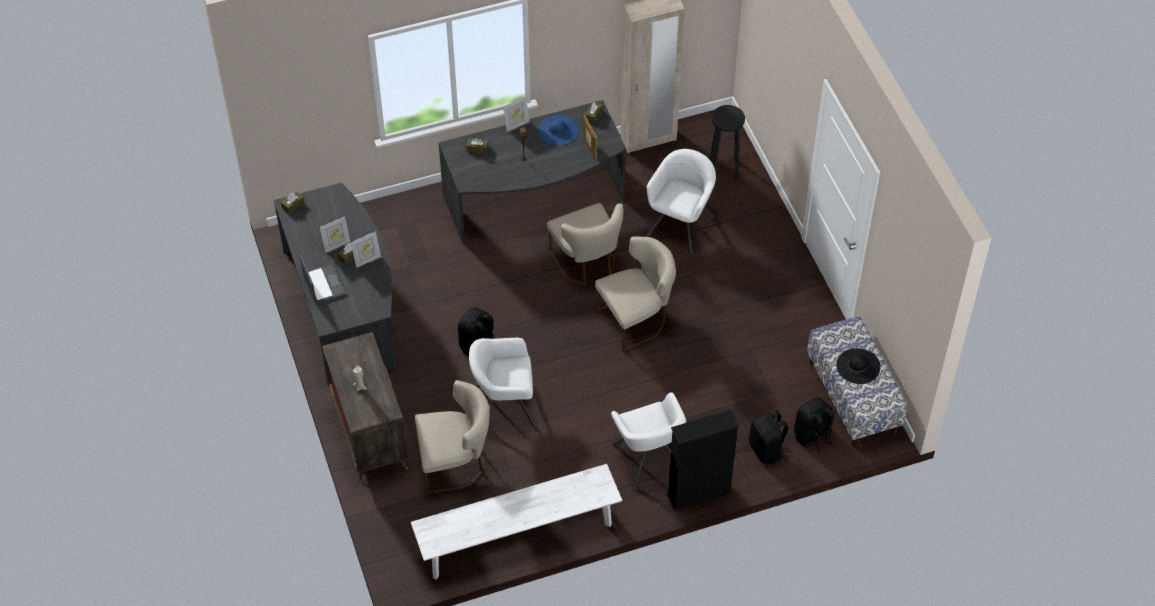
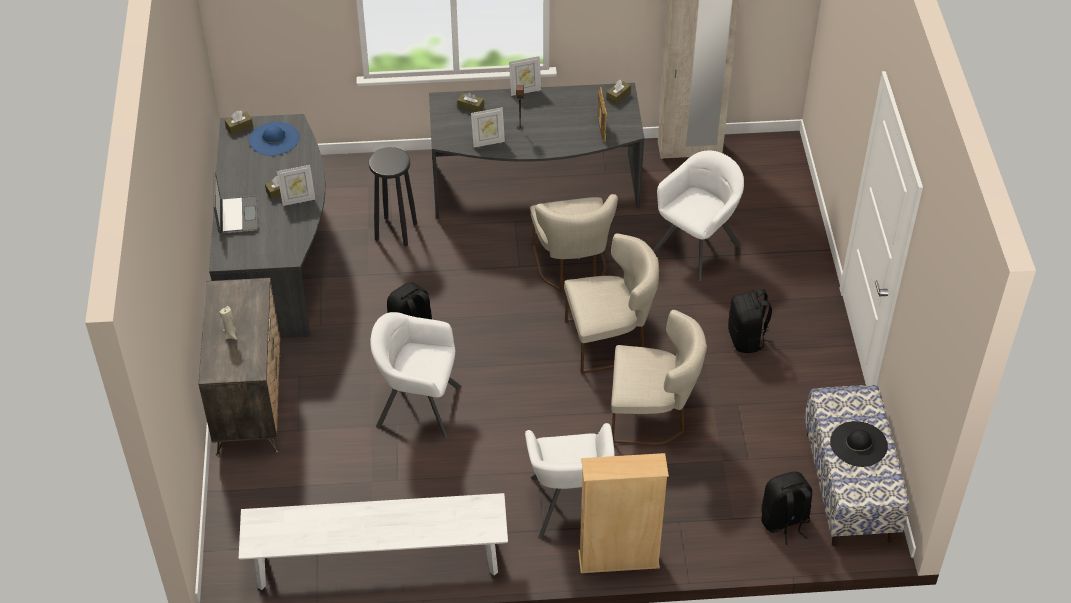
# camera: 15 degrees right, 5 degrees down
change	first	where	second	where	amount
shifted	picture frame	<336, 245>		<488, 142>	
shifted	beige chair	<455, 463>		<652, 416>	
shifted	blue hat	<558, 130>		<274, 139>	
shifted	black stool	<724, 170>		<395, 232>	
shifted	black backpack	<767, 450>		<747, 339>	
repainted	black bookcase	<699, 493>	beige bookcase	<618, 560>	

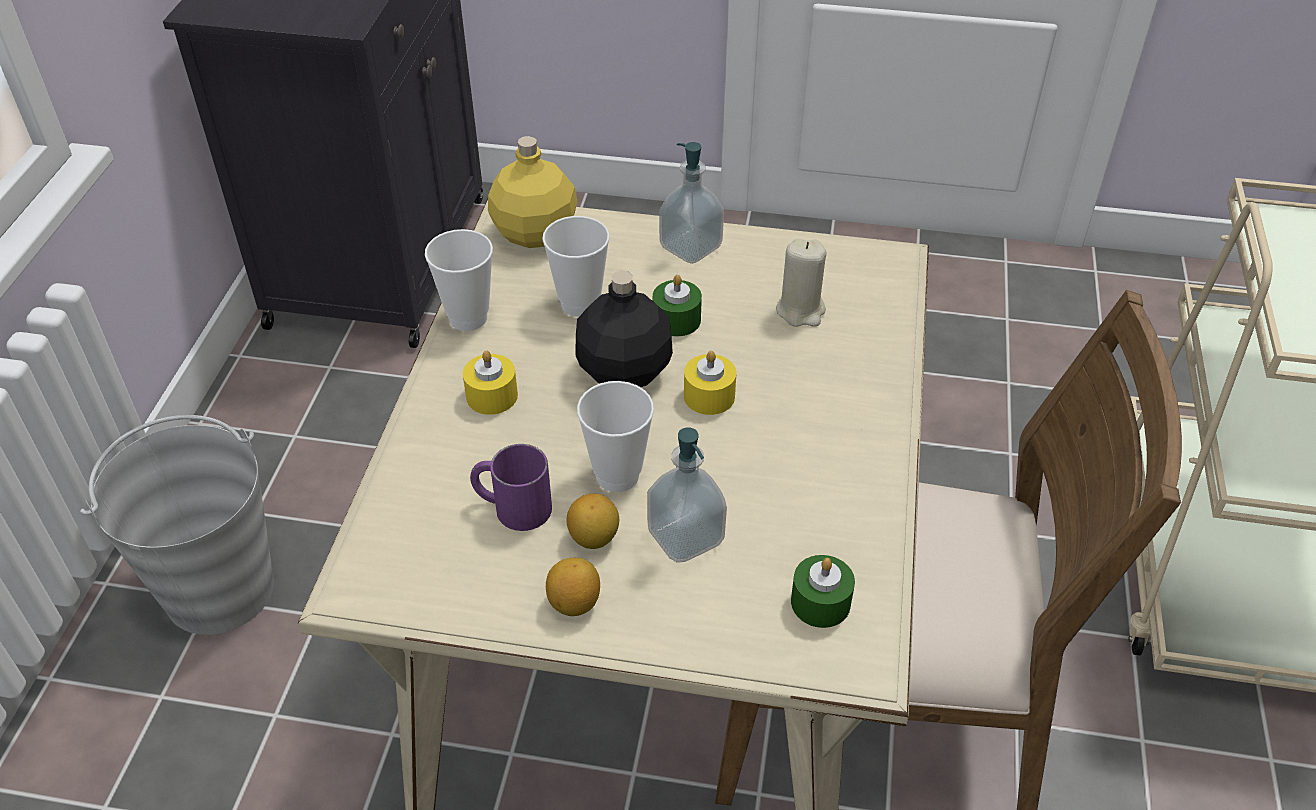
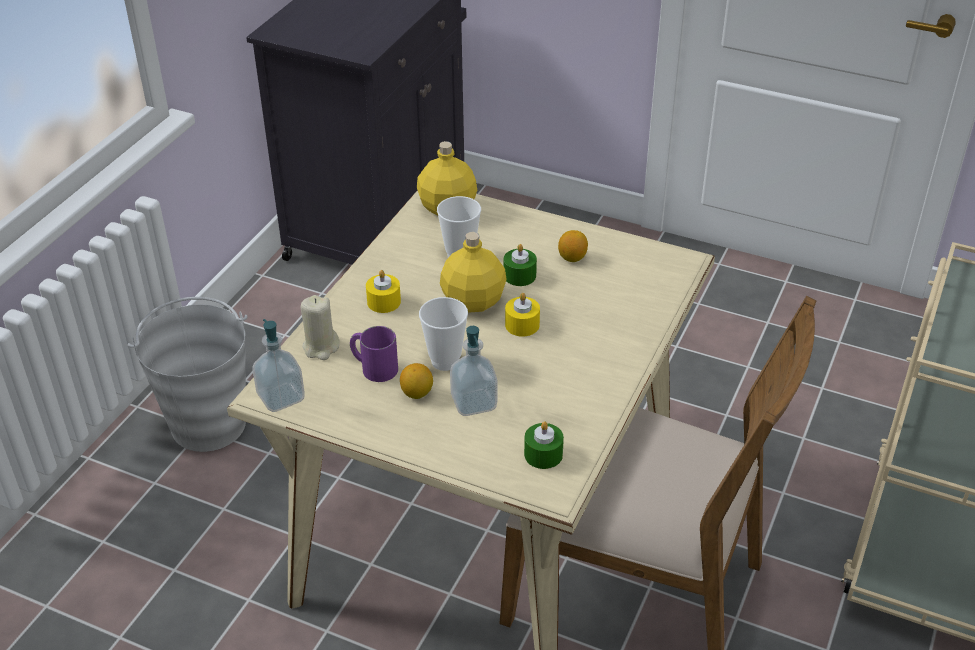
# camera: 15 degrees right, 5 degrees down
change	first	where	second	where	amount
gone	cup	<468, 318>			
shifted	lemon	<574, 603>		<572, 258>	
shifted	soap dispenser	<690, 247>		<281, 397>	
shifted	beige candle	<800, 310>		<321, 347>	
repainted	black bottle	<623, 370>	yellow bottle	<472, 300>	

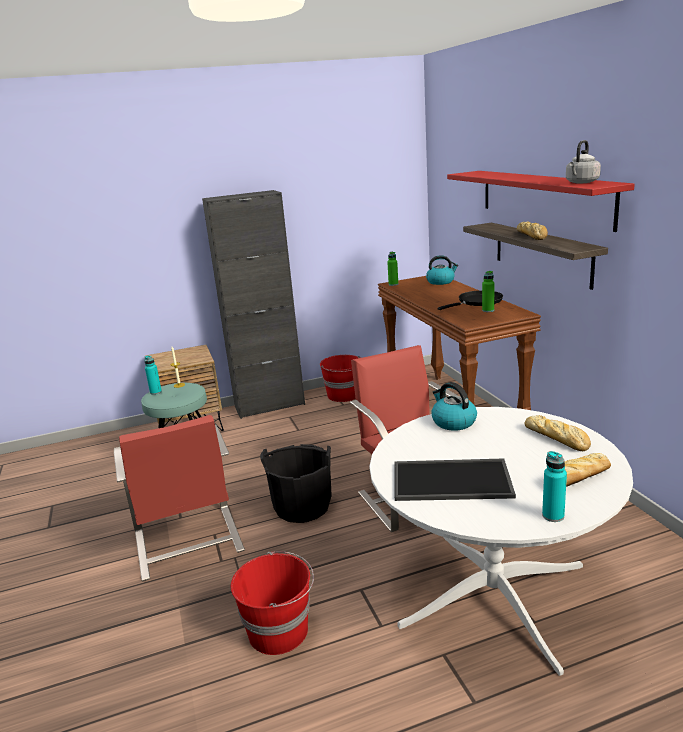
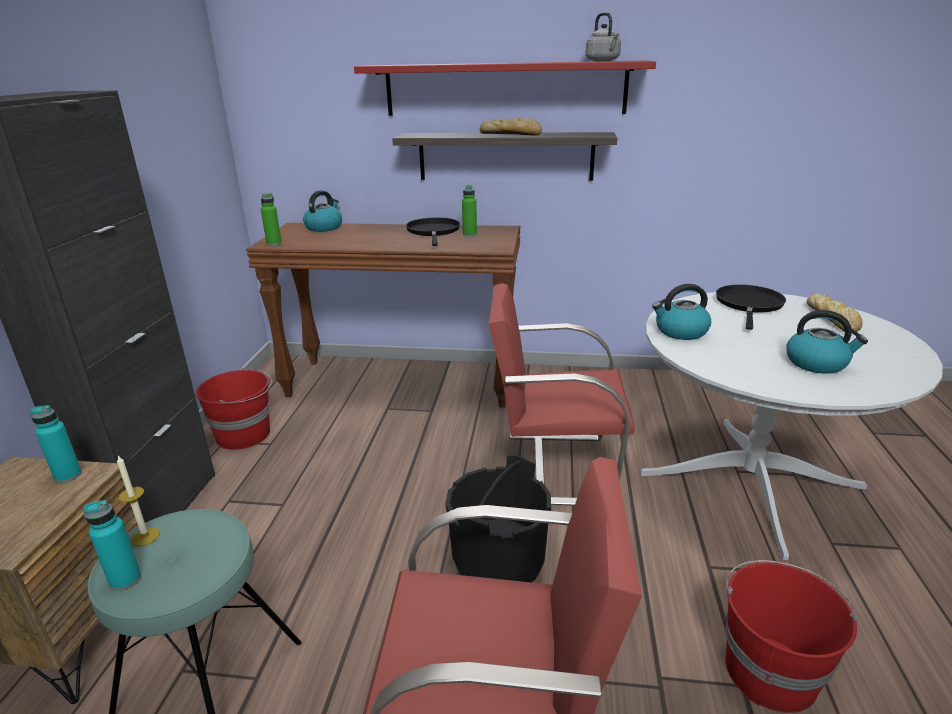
# camera: 65 degrees left, 5 degrees up
change	first	where	second	where	amount
shifted	turquoise bottle	<553, 516>		<68, 475>	
swapped	tray	<452, 479>	kettle	<817, 363>	
swapped	bread	<557, 438>	black frying pan	<749, 305>	

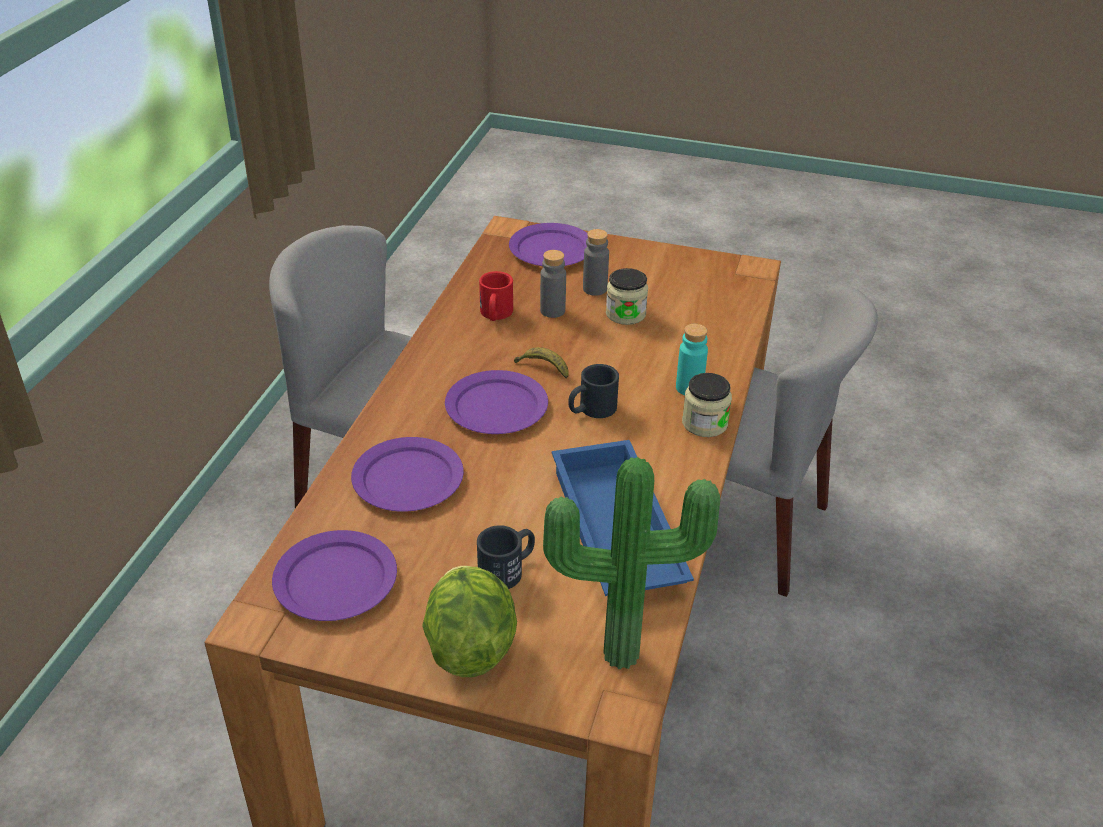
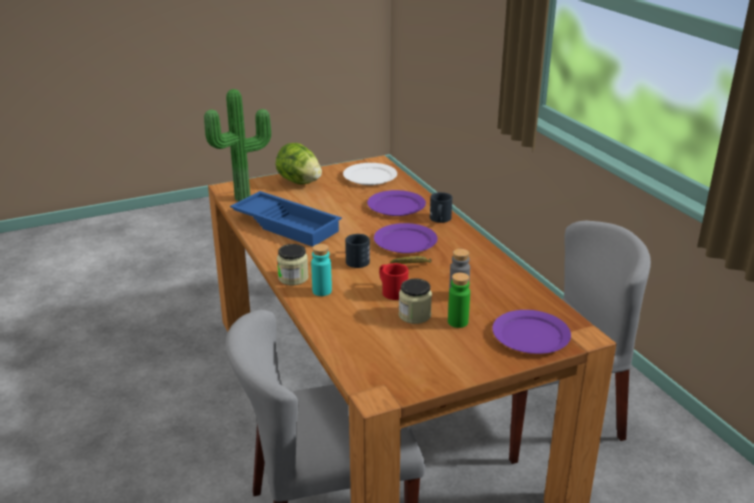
# camera: 140 degrees right, 10 degrees down
change	first	where	second	where	amount
shifted	black mug	<508, 569>		<440, 220>	
shifted	red mug	<495, 315>		<391, 290>	
repainted	purple plate	<335, 579>	white plate	<370, 177>	
repainted	grey bottle	<595, 289>	green bottle	<458, 322>	

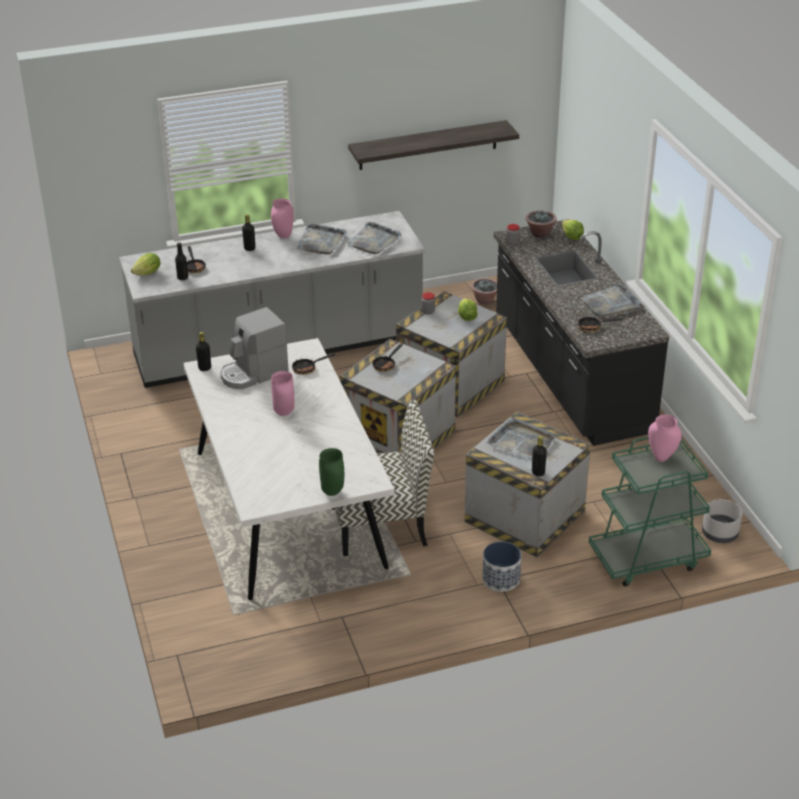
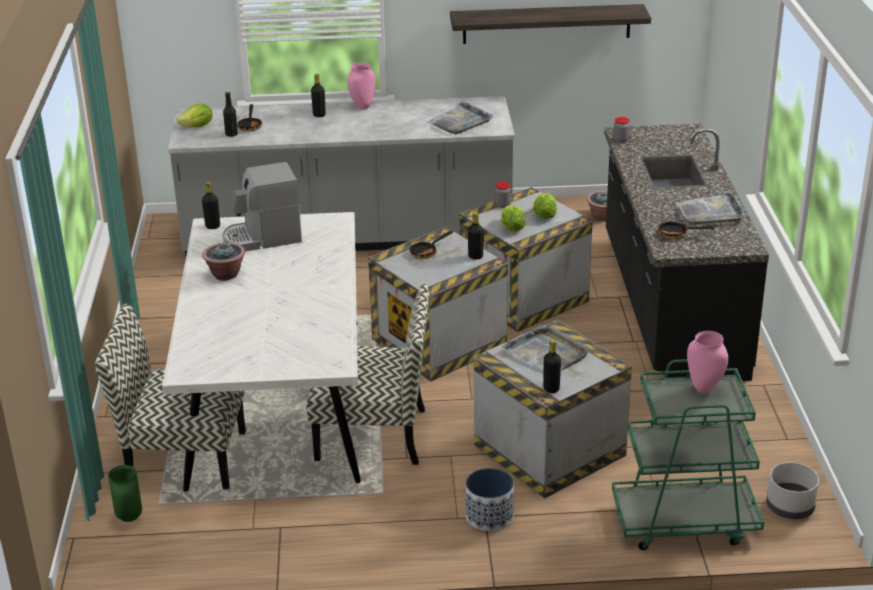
# camera: 15 degrees right, 5 degrees down
change	first	where	second	where	amount
gone	pink vase	<284, 413>			
gone	frying pan	<308, 368>			
gone	grey tray	<321, 241>			
new			chair	<183, 459>	
new			black bottle	<475, 256>	
shifted	green vase	<333, 492>		<130, 518>	
shifted	potted plant	<540, 234>		<225, 275>	
shifted	lettuce	<572, 237>		<511, 228>	

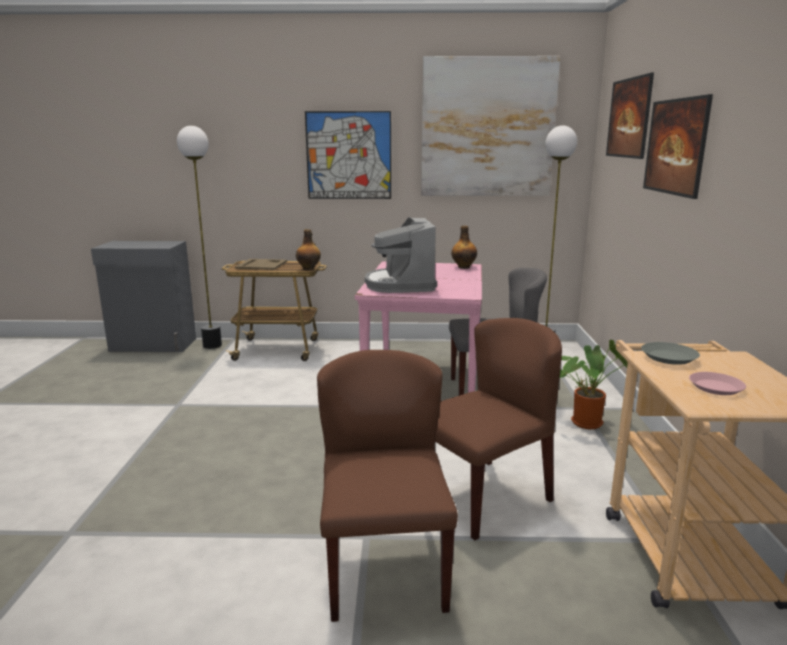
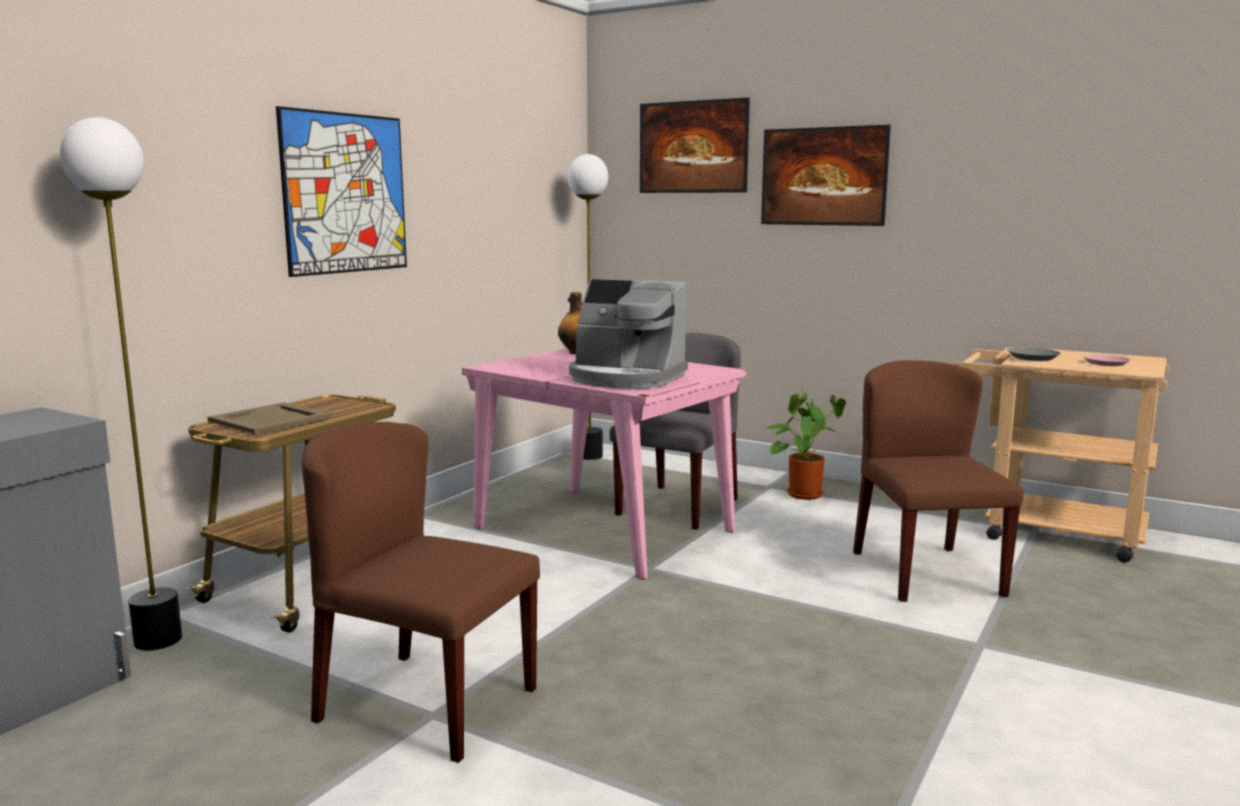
# camera: 60 degrees left, 5 degrees down
change	first	where	second	where	amount
gone	bottle	<309, 268>			
gone	picture	<487, 128>			
shifted	brown chair	<383, 567>		<425, 704>	

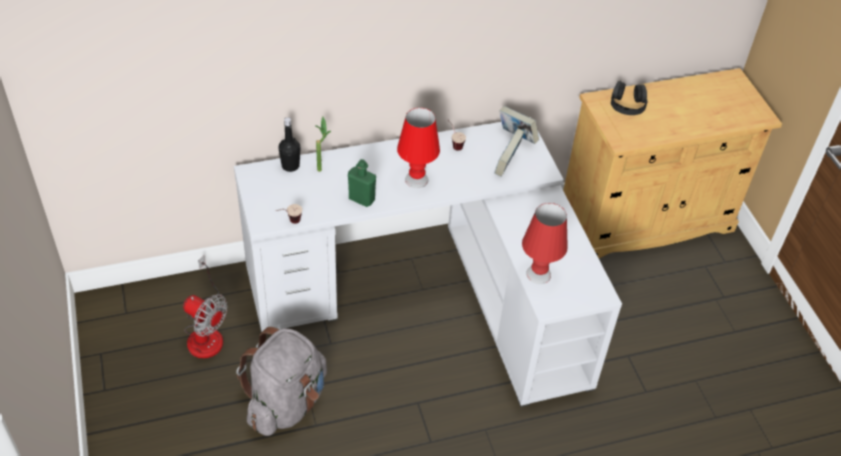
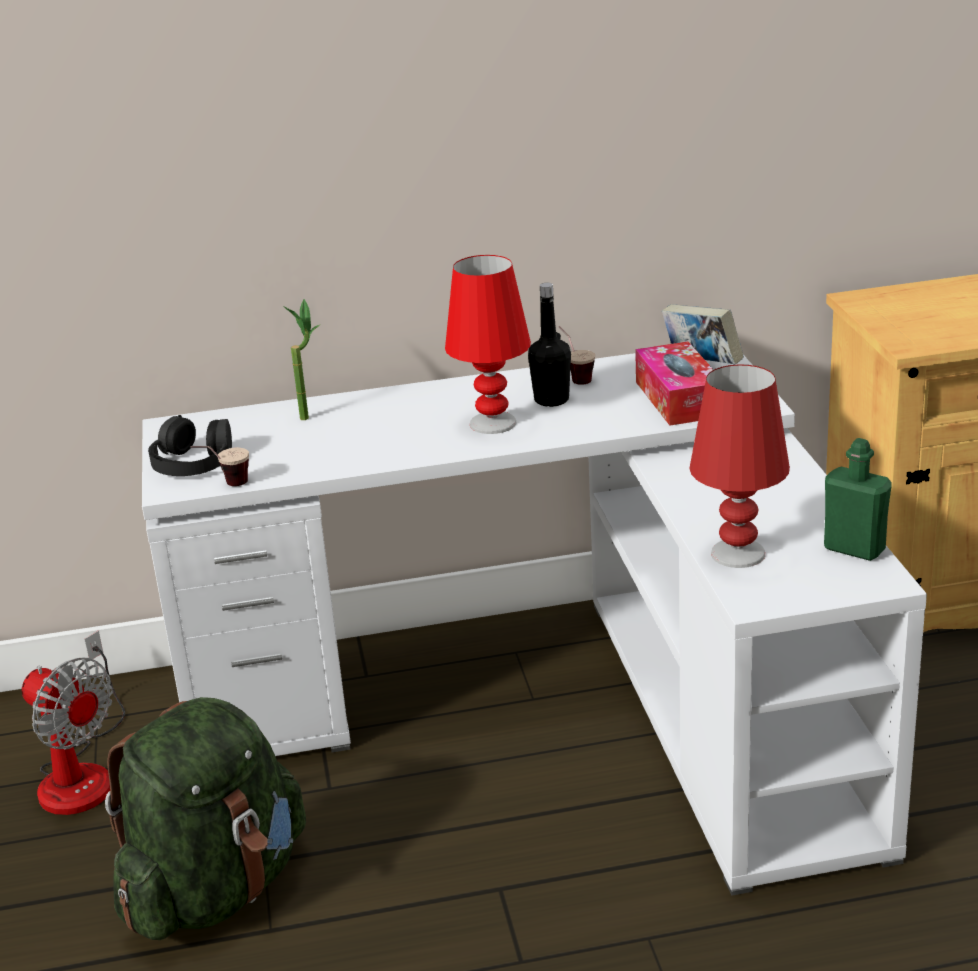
# camera: 10 degrees right, 20 degrees down
change	first	where	second	where	amount
shifted	black bottle	<290, 166>		<551, 400>	
shifted	green bottle	<361, 199>		<854, 549>	
shifted	black headphones	<627, 104>		<193, 461>	
swapped	book	<507, 165>	tissue box	<679, 399>	
repainted	grey backpack	<286, 403>	green backpack	<216, 889>	

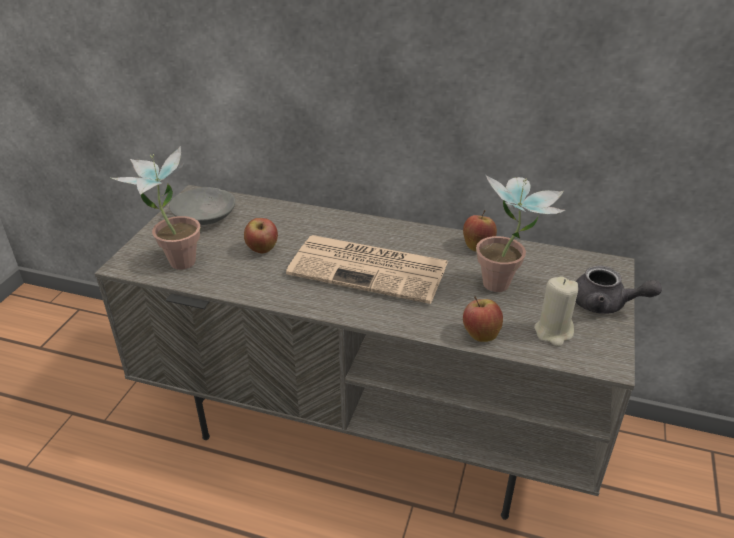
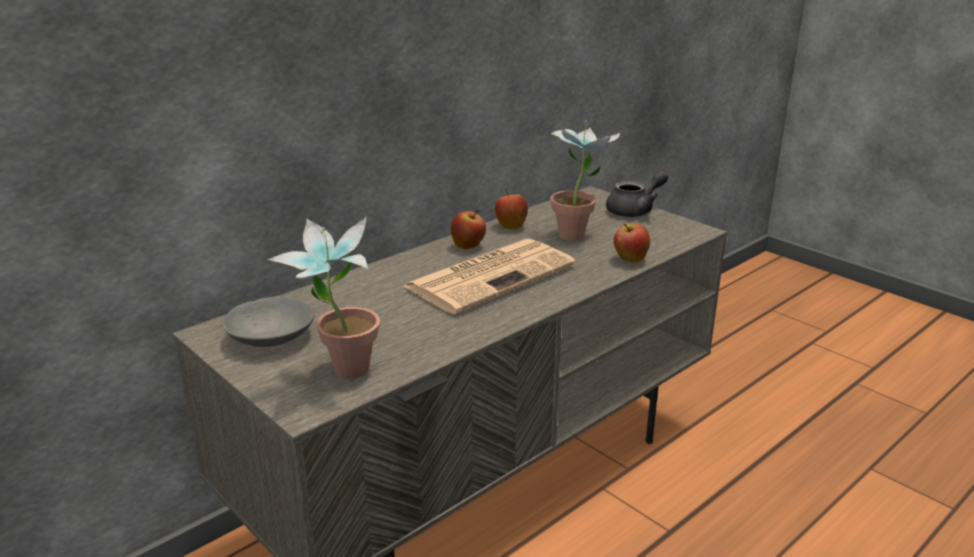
# camera: 60 degrees left, 10 degrees down
change	first	where	second	where	amount
gone	beige candle	<553, 332>			
shifted	apple	<262, 250>		<468, 246>	

